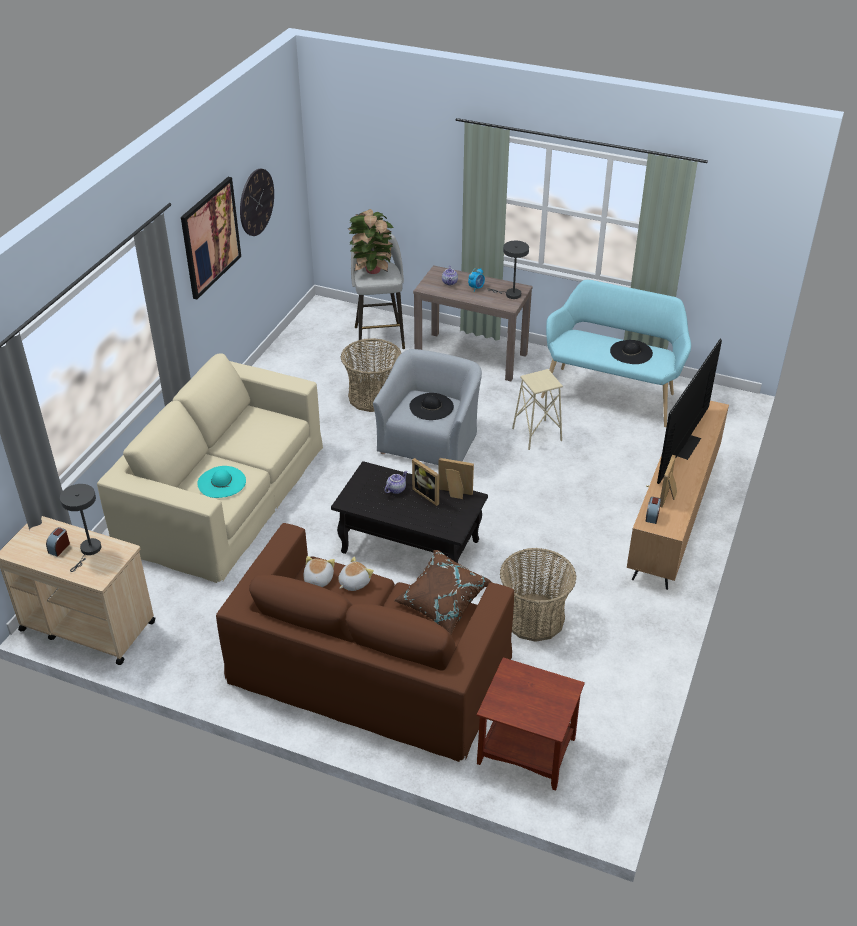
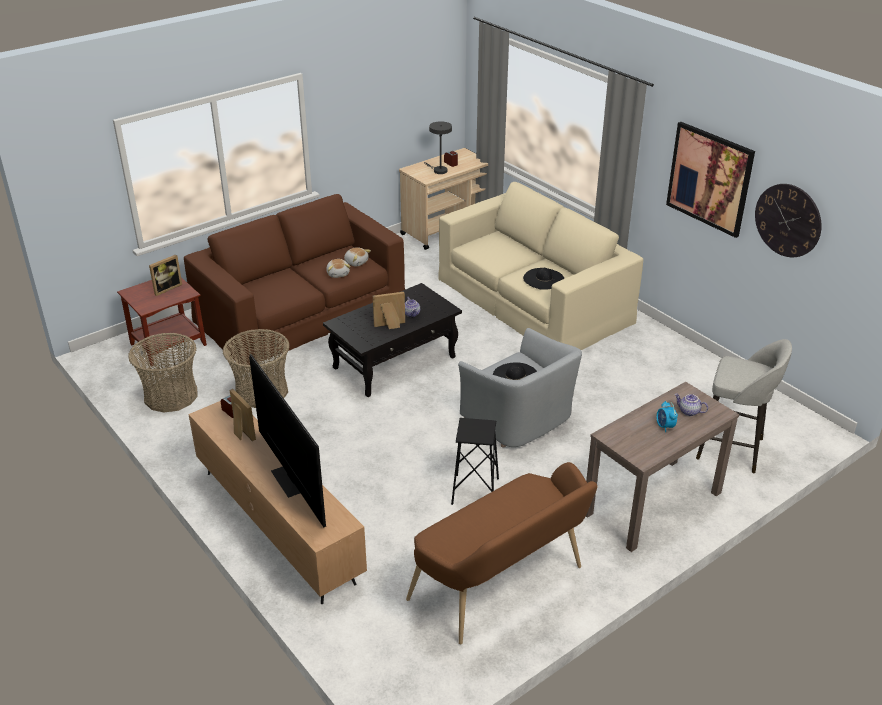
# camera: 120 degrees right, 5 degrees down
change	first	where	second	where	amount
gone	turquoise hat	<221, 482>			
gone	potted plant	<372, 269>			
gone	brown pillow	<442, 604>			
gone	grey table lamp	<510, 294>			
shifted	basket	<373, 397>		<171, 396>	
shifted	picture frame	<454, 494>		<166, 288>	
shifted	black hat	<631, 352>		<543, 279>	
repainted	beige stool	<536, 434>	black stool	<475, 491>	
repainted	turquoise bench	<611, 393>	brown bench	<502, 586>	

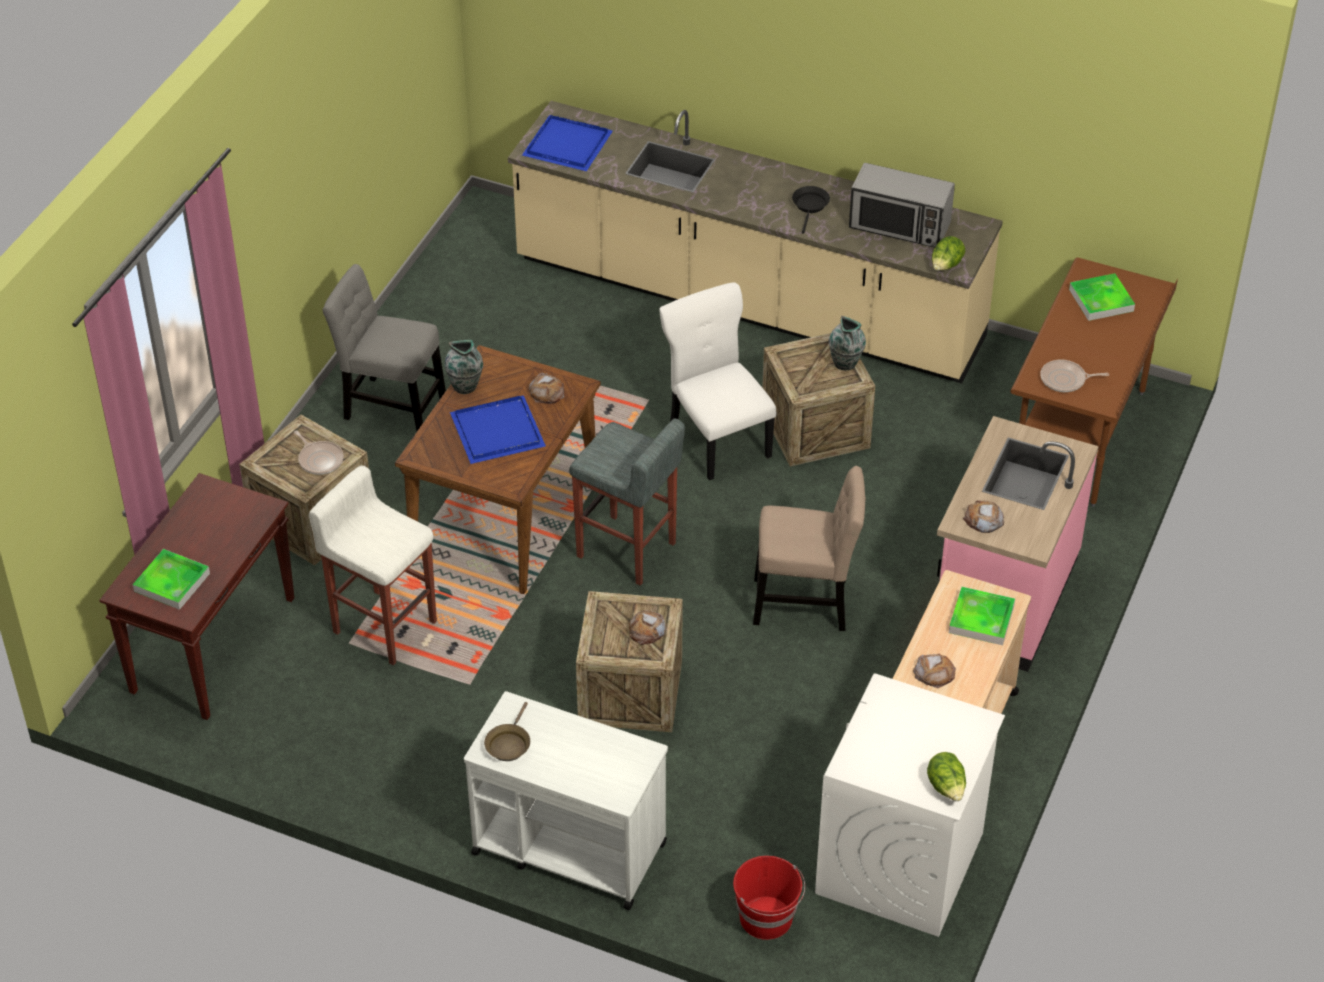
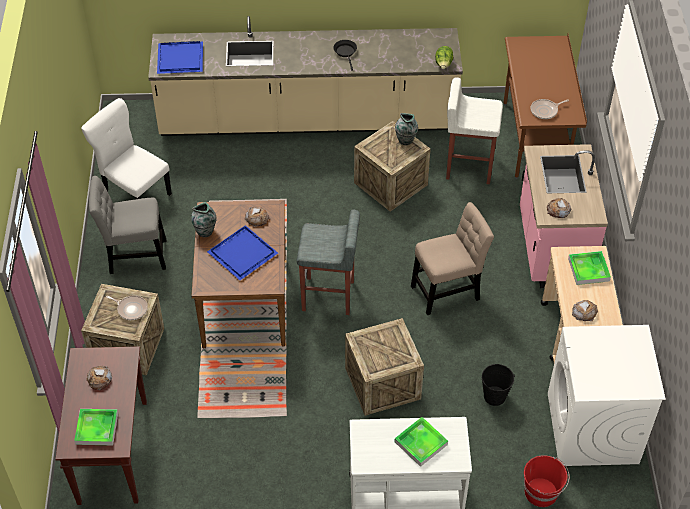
# camera: 25 degrees left, 5 degrees up
change	first	where	second	where	amount
gone	brown frying pan	<508, 744>			
gone	microwave	<899, 226>			
gone	lettuce	<946, 788>			
new			black bucket	<494, 396>	
shifted	white stool	<384, 625>		<468, 167>	
shifted	bread	<646, 630>		<99, 379>	
shifted	white chair	<718, 438>		<135, 193>	
shifted	tray	<1101, 300>		<421, 443>	

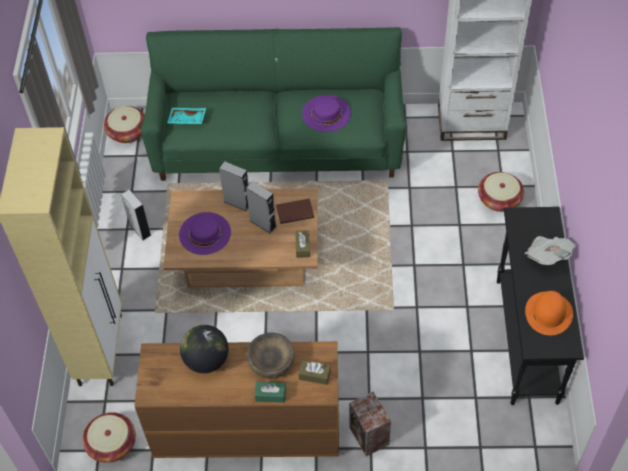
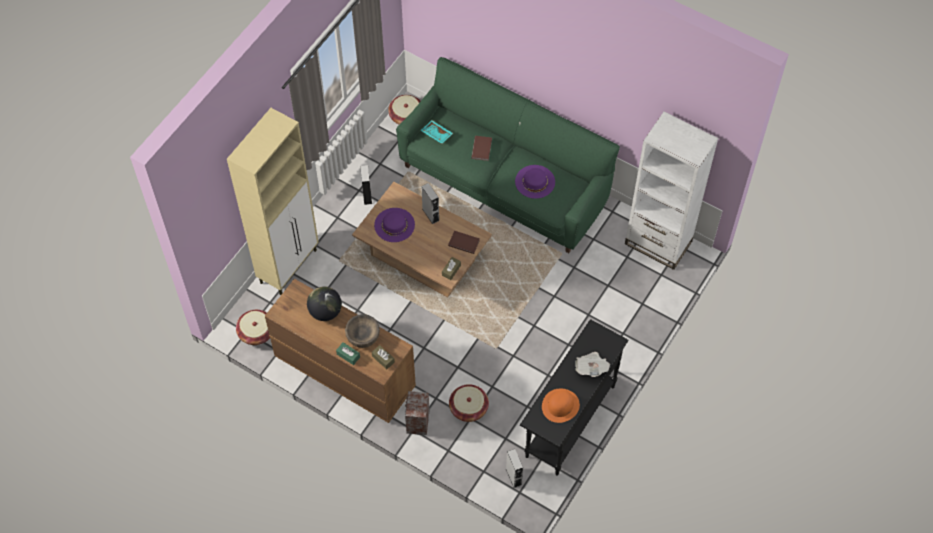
# camera: 30 degrees right, 5 degrees up
change	first	where	second	where	amount
new			brown book	<482, 148>	
shifted	grey speaker	<263, 223>		<513, 477>	
shifted	basket	<499, 199>		<468, 408>	

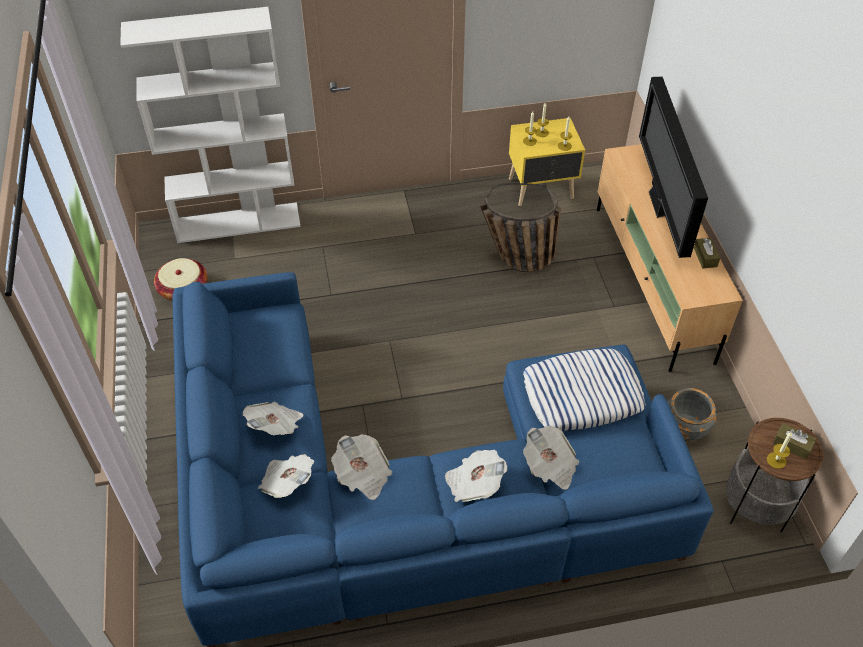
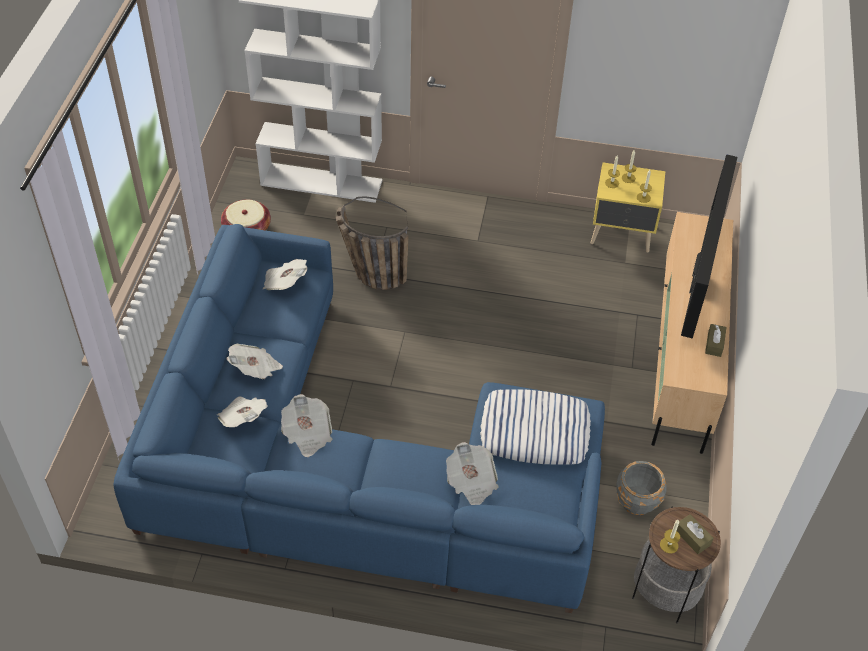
# camera: 20 degrees right, 0 degrees up
change	first	where	second	where	amount
shifted	newspaper	<474, 483>		<285, 283>	
shifted	basket	<514, 260>		<369, 274>	

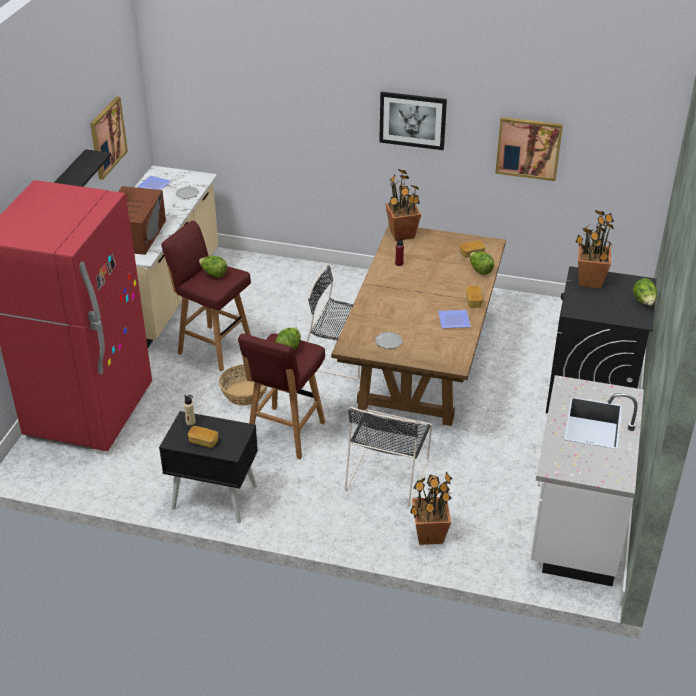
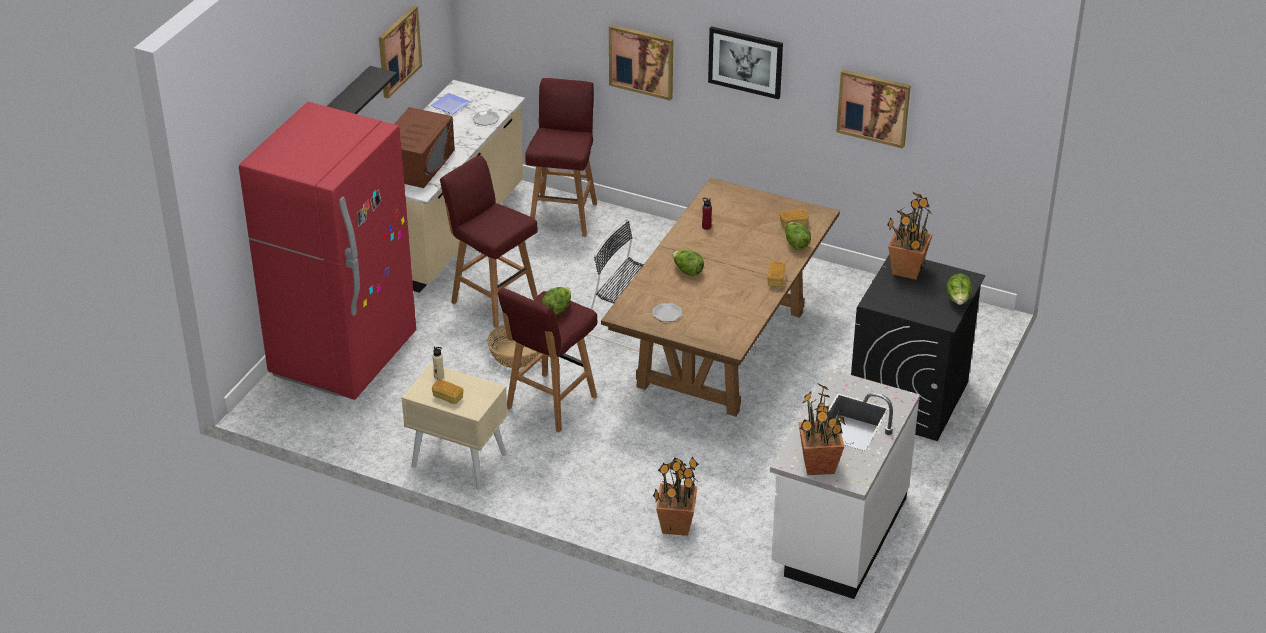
# camera: 10 degrees right, 0 degrees up
change	first	where	second	where	amount
gone	black chair	<388, 473>			
gone	plate	<452, 320>			
new			red stool	<563, 215>	
new			picture	<641, 61>	
shifted	lettuce	<213, 274>		<687, 271>	
shifted	potted plant	<402, 234>		<819, 465>	
repainted	black nightstand	<214, 497>	beige nightstand	<458, 460>	

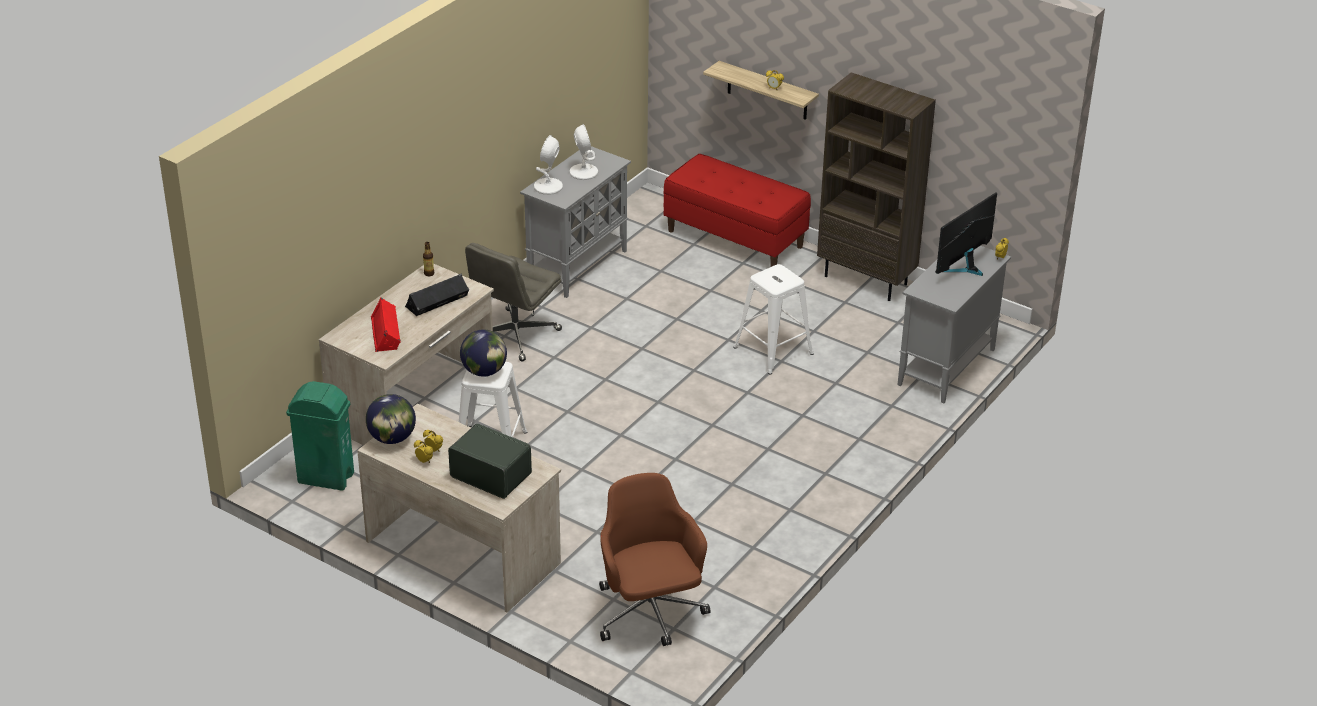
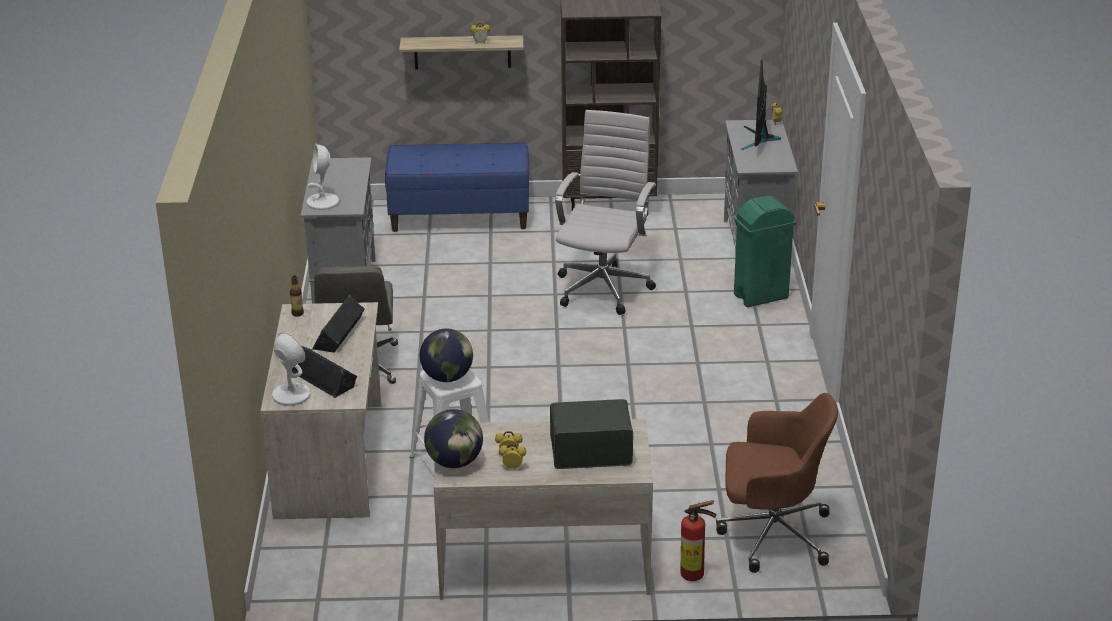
# camera: 35 degrees left, 5 degrees down
change	first	where	second	where	amount
new			fire extinguisher	<695, 576>	
shifted	green trash can	<325, 478>		<760, 296>	
shifted	white table lamp	<583, 172>		<291, 395>	
swapped	white stool	<774, 350>	white office chair	<604, 287>	
repainted	red speaker	<387, 332>	black speaker	<323, 377>	
repainted	red bench	<735, 238>	blue bench	<460, 216>	
rotated	brown office chair	<649, 613>		<771, 534>	150 degrees clockwise

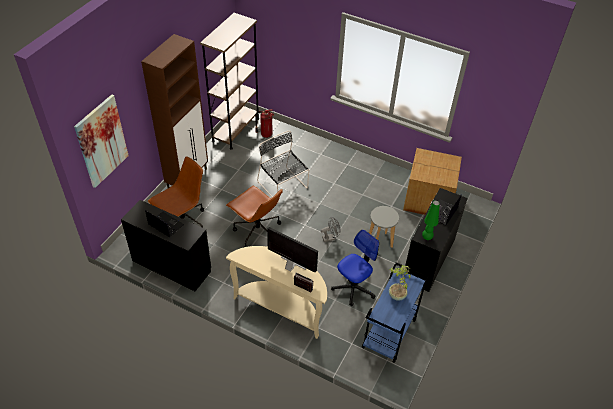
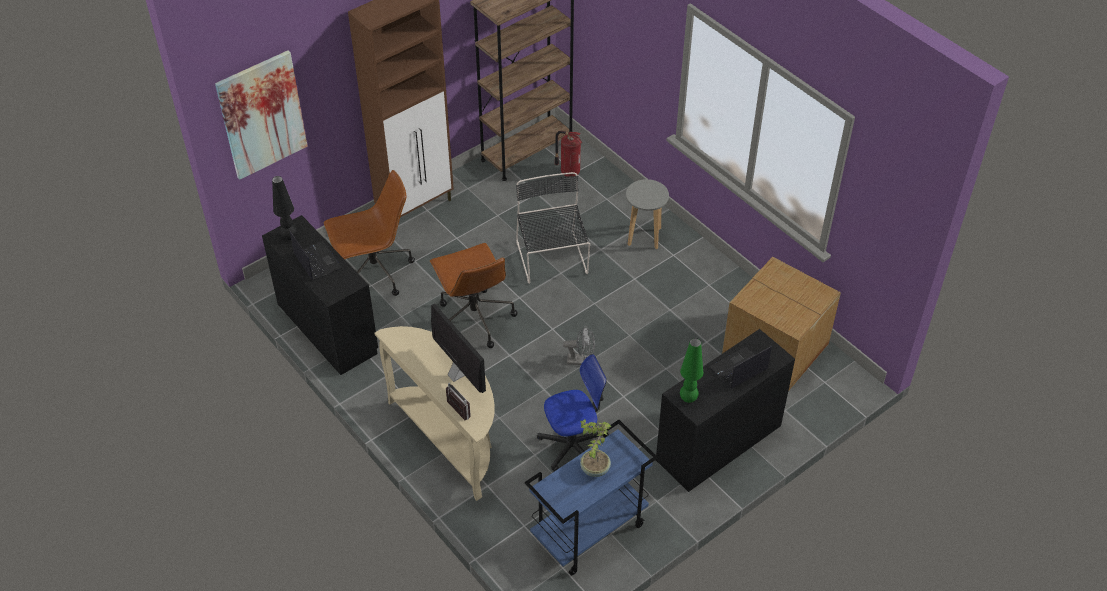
# camera: 25 degrees right, 0 degrees up
change	first	where	second	where	amount
new			black table lamp	<289, 237>	
shifted	grey stool	<380, 241>		<644, 236>	

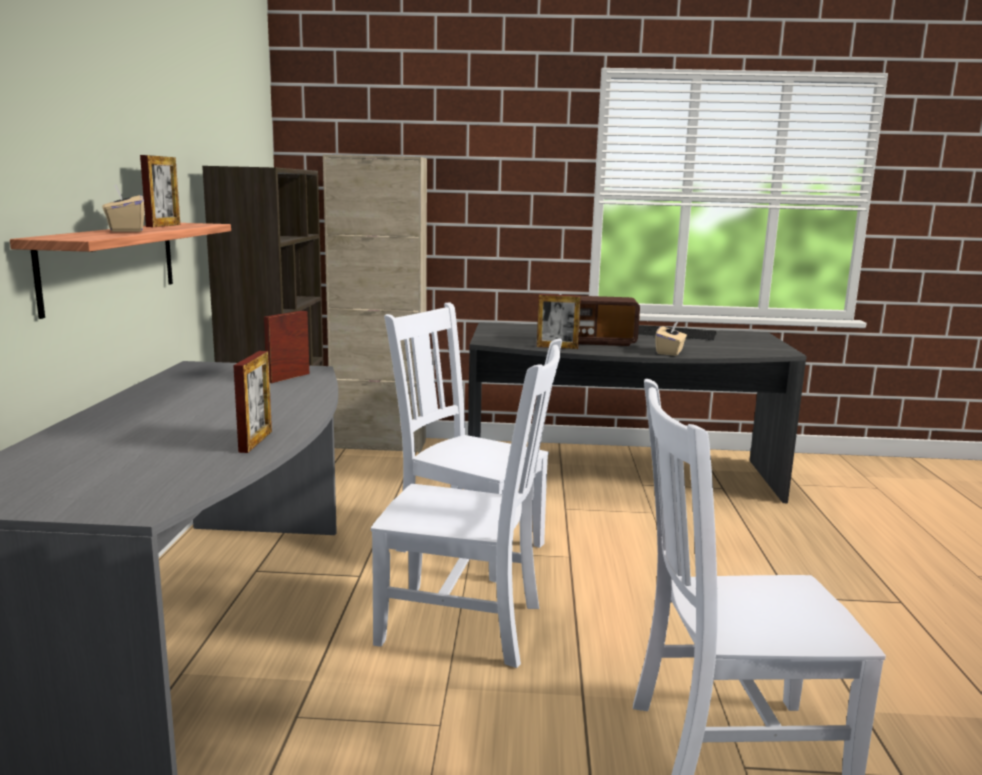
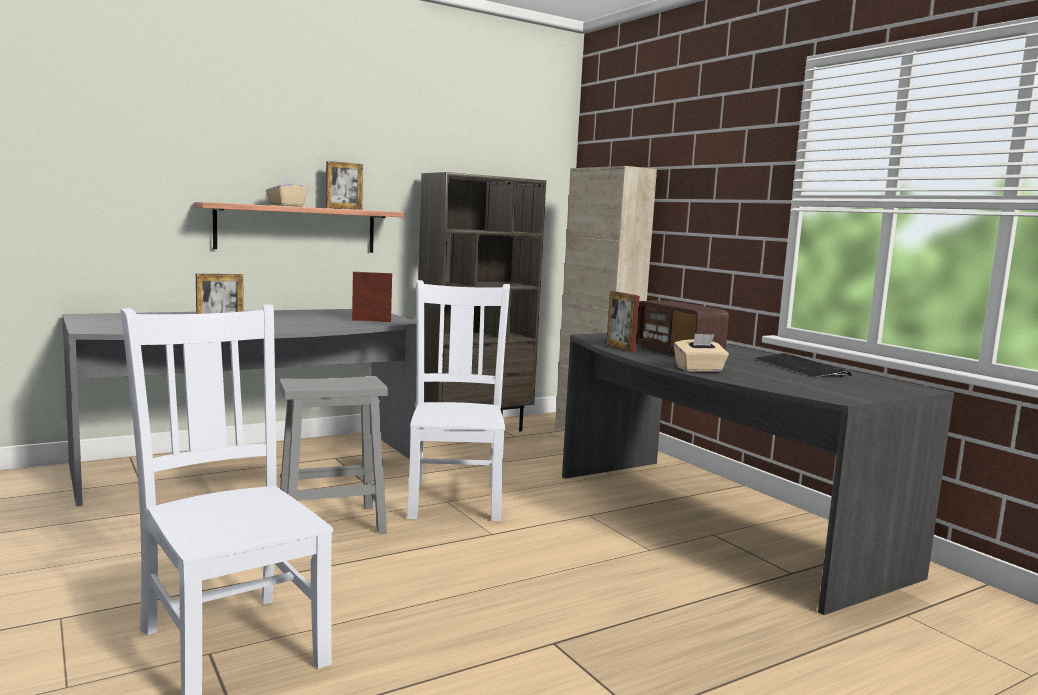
# camera: 55 degrees right, 5 degrees down
change	first	where	second	where	amount
swapped	white chair	<466, 625>	grey stool	<329, 524>	

